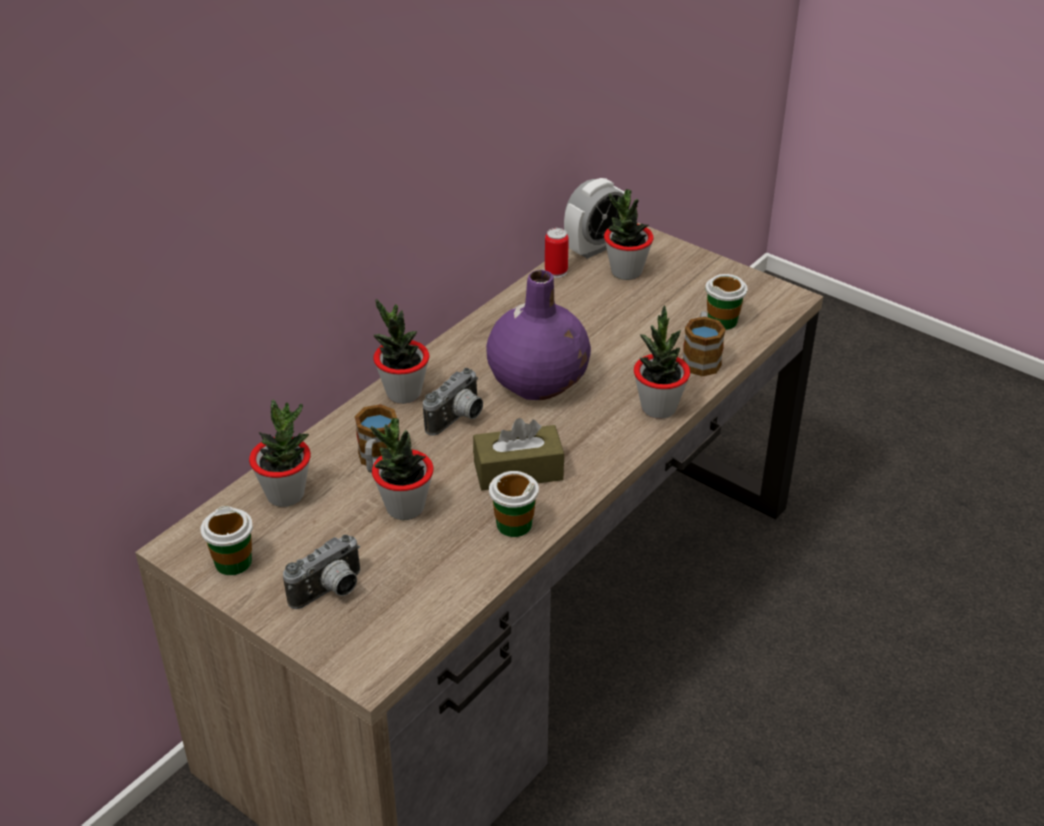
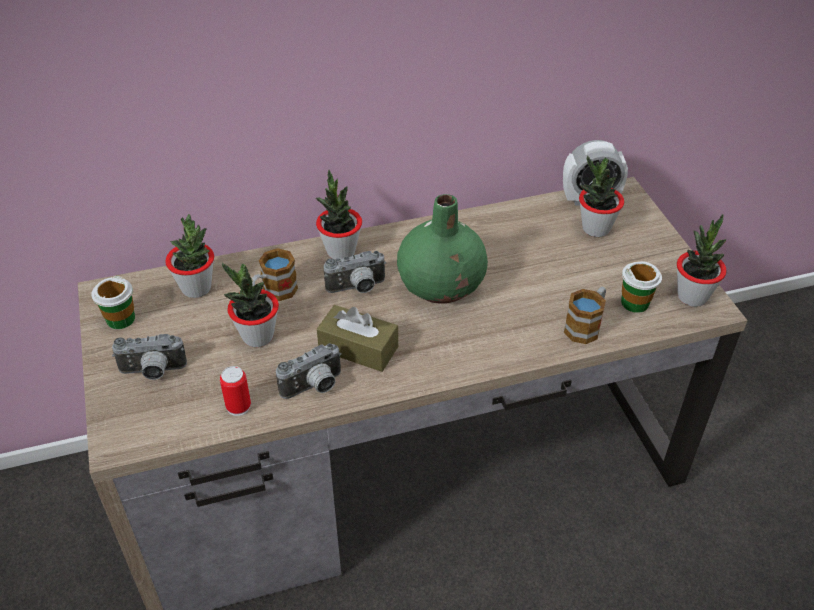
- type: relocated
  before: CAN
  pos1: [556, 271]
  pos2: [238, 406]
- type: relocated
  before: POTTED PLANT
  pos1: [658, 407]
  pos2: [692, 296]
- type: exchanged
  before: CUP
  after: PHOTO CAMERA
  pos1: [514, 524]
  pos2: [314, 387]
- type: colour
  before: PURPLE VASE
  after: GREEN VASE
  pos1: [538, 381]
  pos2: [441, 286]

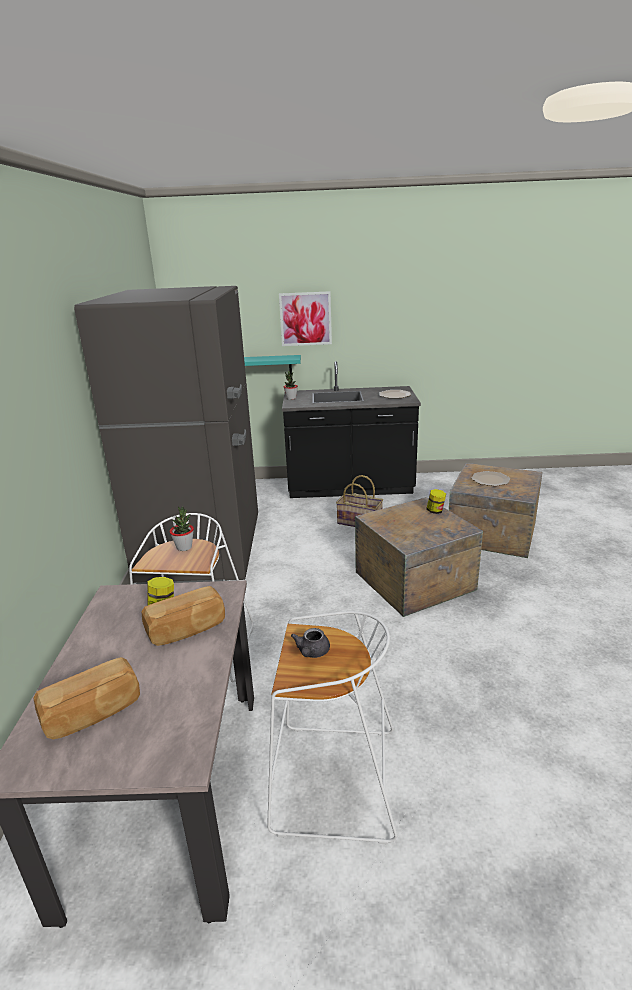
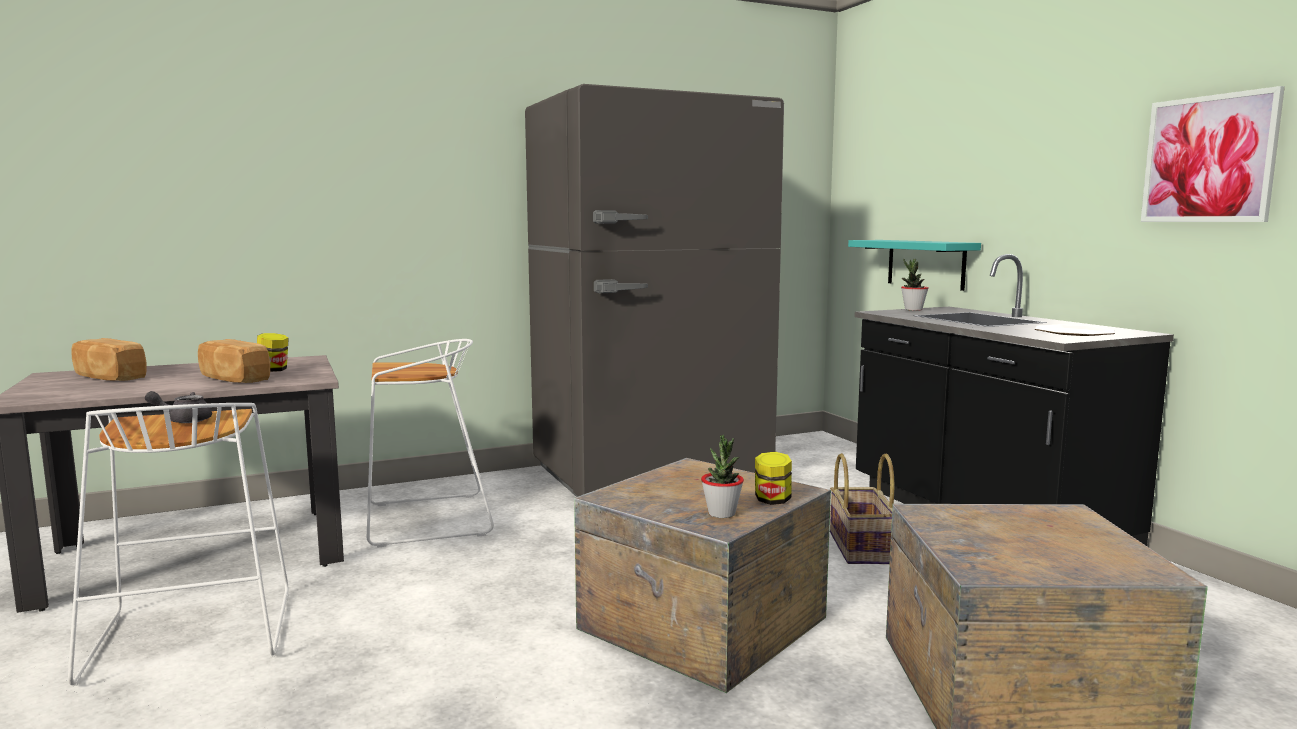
- type: missing
  before: PLATE
  pos1: [491, 479]
- type: relocated
  before: POTTED PLANT
  pos1: [184, 547]
  pos2: [721, 514]
- type: relocated
  before: PICTURE
  pos1: [305, 319]
  pos2: [1209, 159]

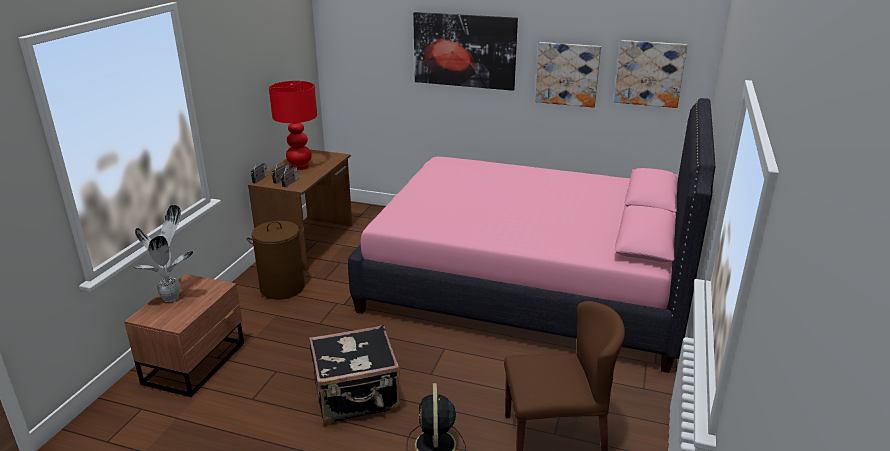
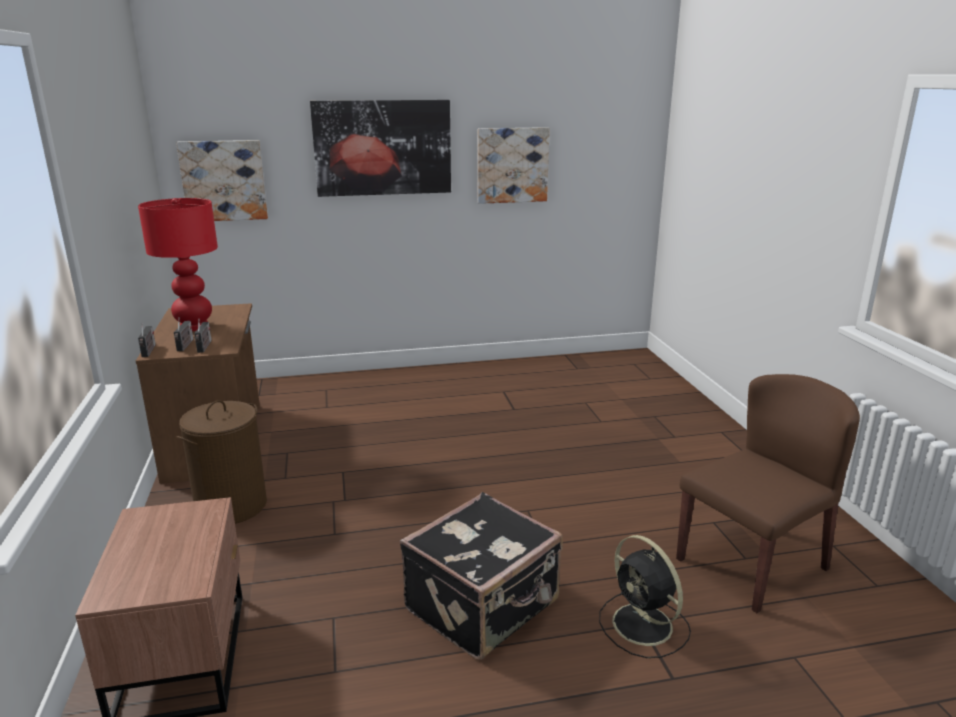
- type: missing
  before: POTTED PLANT
  pos1: [172, 297]
- type: missing
  before: PINK BED
  pos1: [528, 283]
- type: relocated
  before: PICTURE
  pos1: [649, 73]
  pos2: [224, 180]

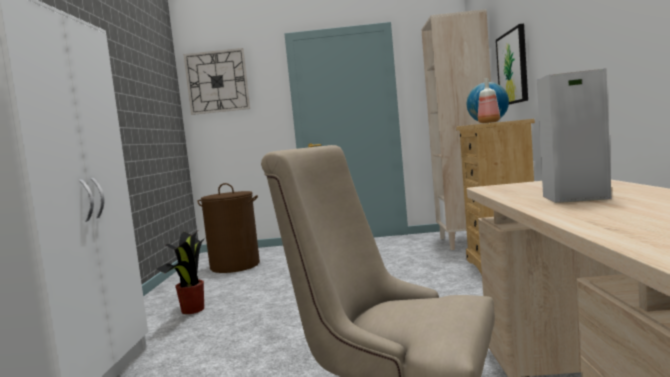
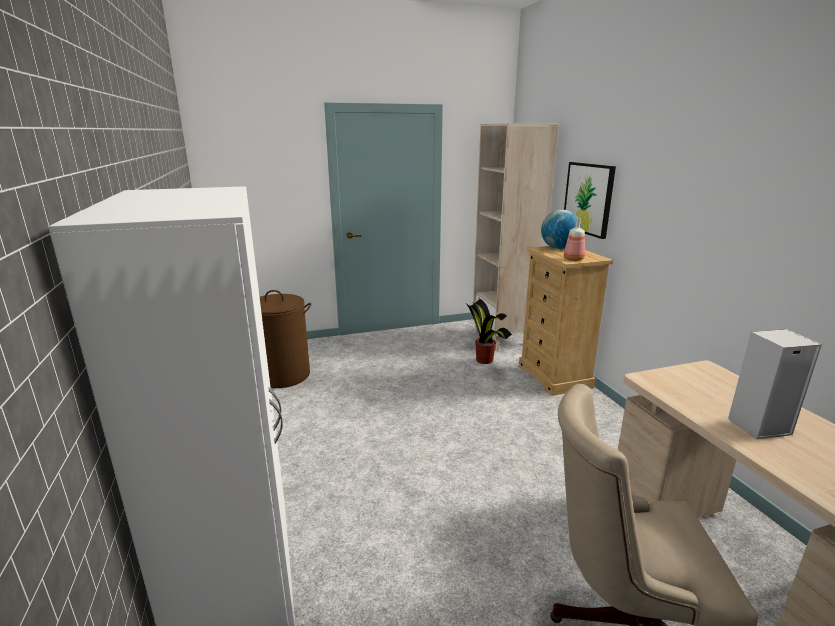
- type: missing
  before: WALL CLOCK
  pos1: [217, 81]
- type: relocated
  before: POTTED PLANT
  pos1: [192, 310]
  pos2: [485, 360]

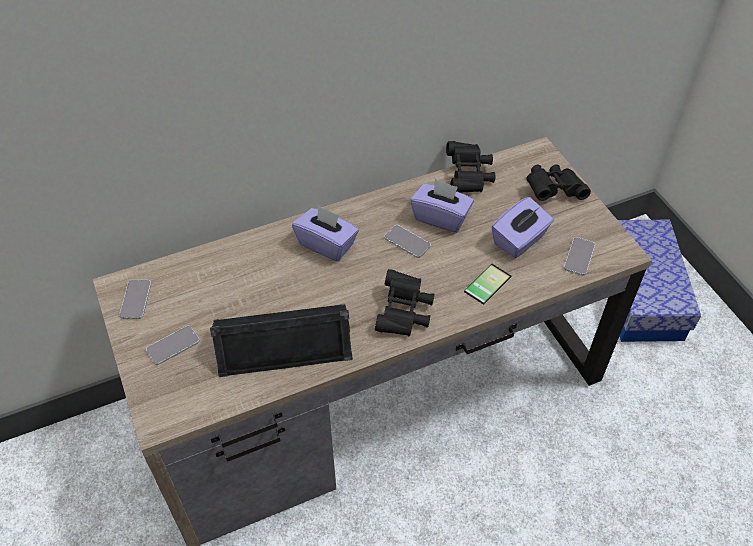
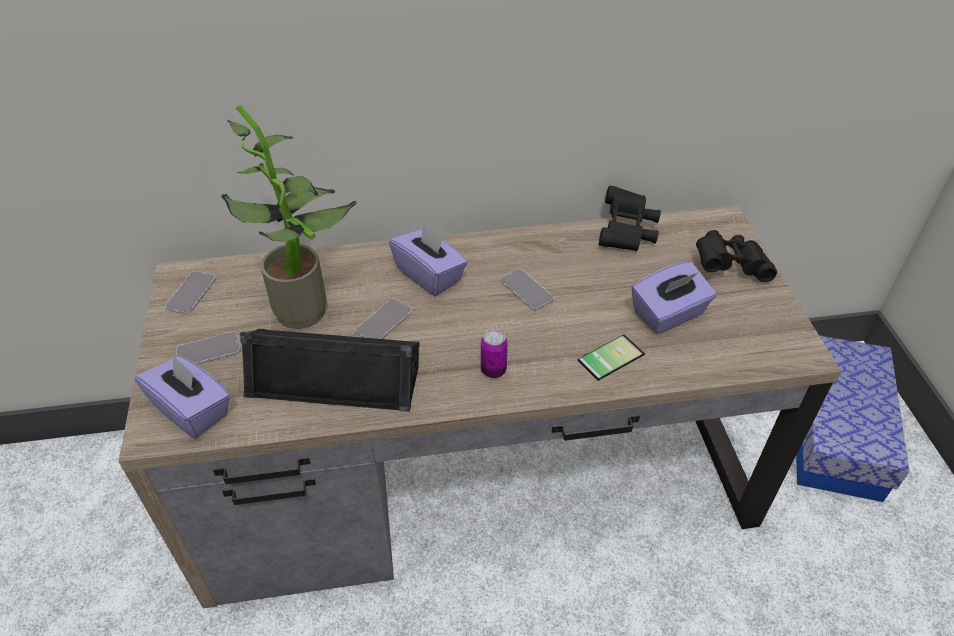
- type: appeared
  after: POTTED PLANT
  pos2: [308, 307]
- type: relocated
  before: PURPLE TISSUE BOX
  pos1: [441, 217]
  pos2: [192, 410]
- type: relocated
  before: PHONE
  pos1: [579, 257]
  pos2: [384, 322]
- type: exchanged
  before: BLACK BINOCULARS
  after: CAN
  pos1: [404, 313]
  pos2: [493, 370]

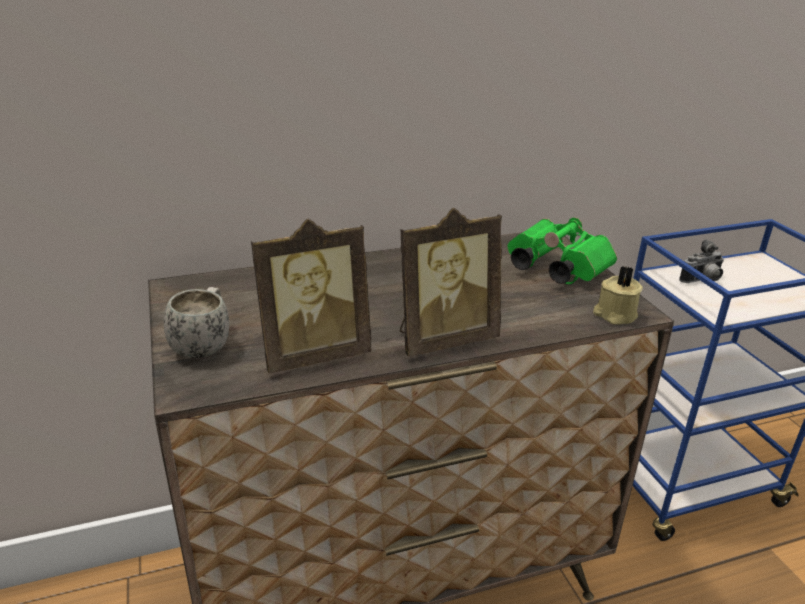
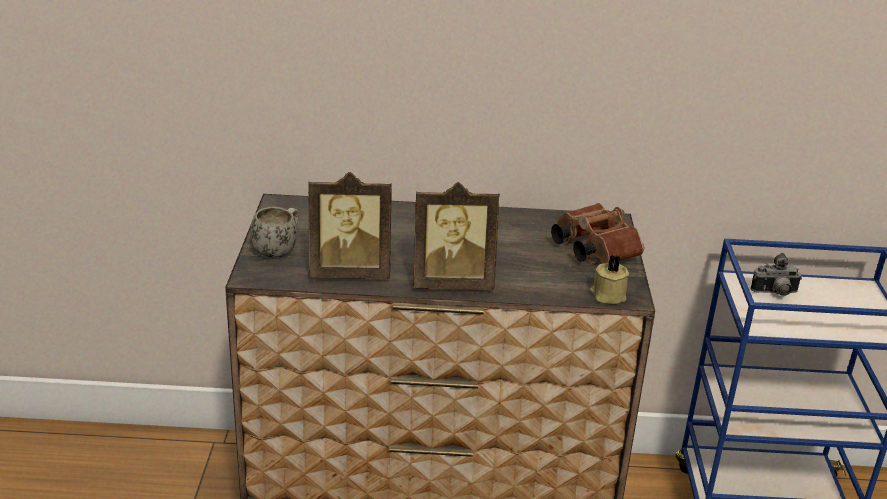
- type: colour
  before: GREEN BINOCULARS
  after: BROWN BINOCULARS
  pos1: [553, 269]
  pos2: [591, 249]

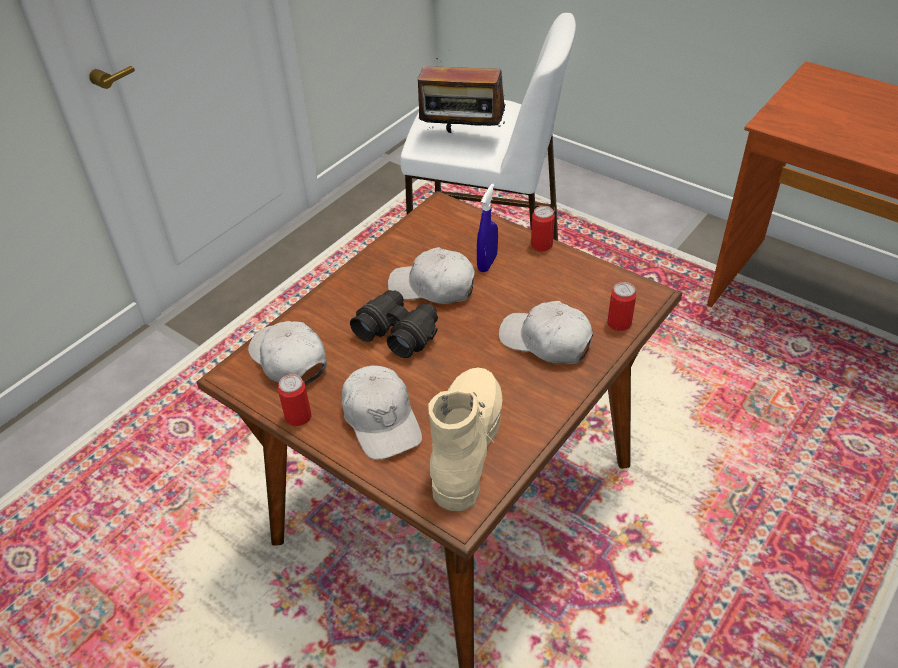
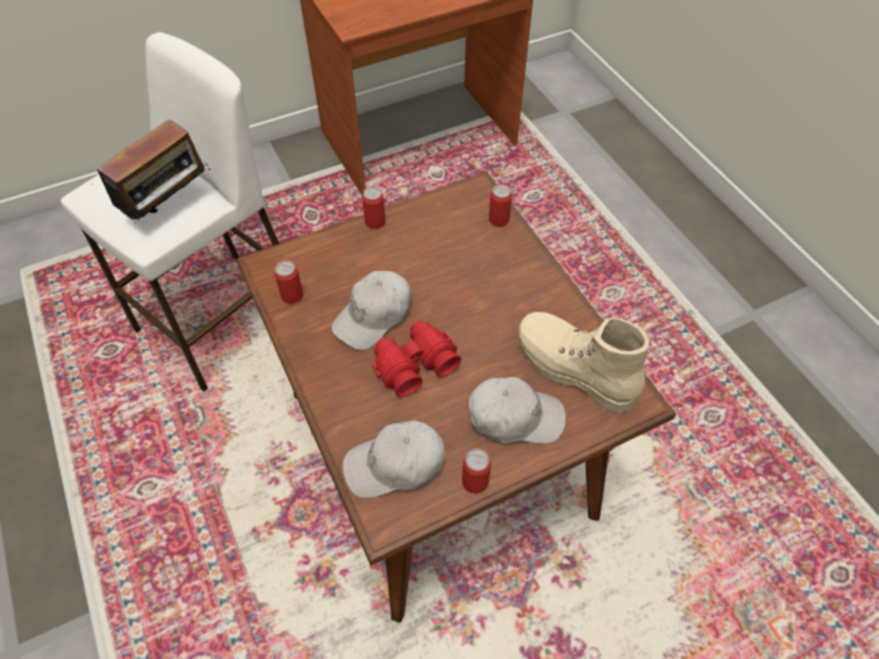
- type: missing
  before: BLUE SPRAY BOTTLE
  pos1: [487, 263]
- type: missing
  before: WHITE CAP
  pos1: [546, 341]
- type: appeared
  after: CAN
  pos2: [292, 295]
- type: colour
  before: BLACK BINOCULARS
  after: RED BINOCULARS
  pos1: [398, 332]
  pos2: [414, 364]

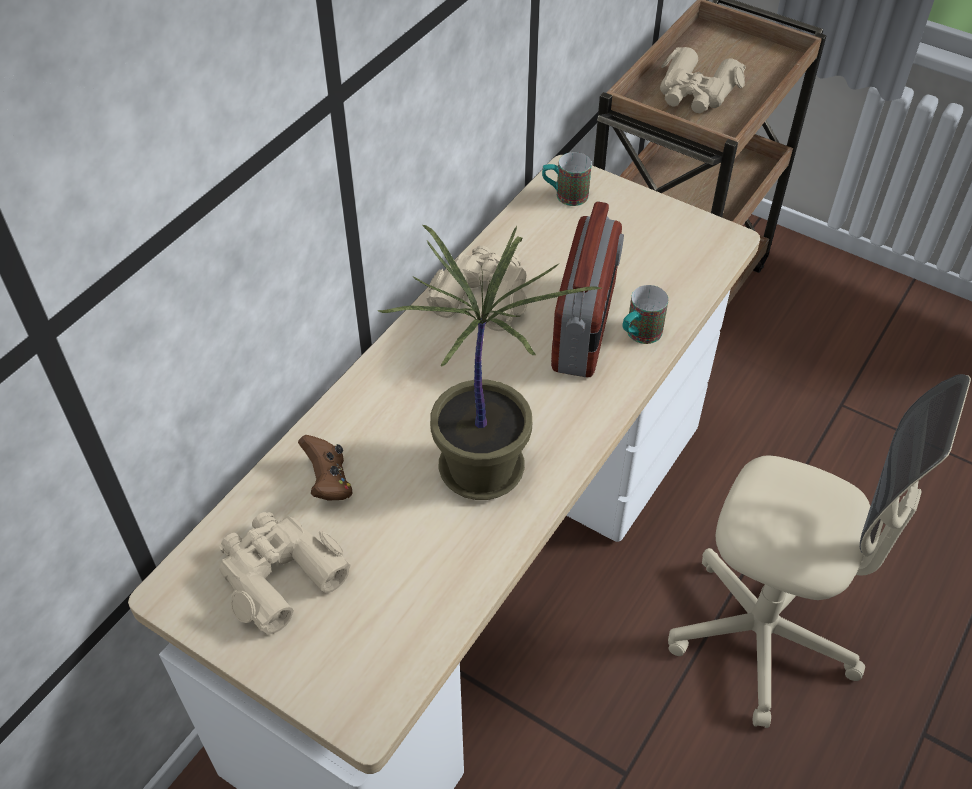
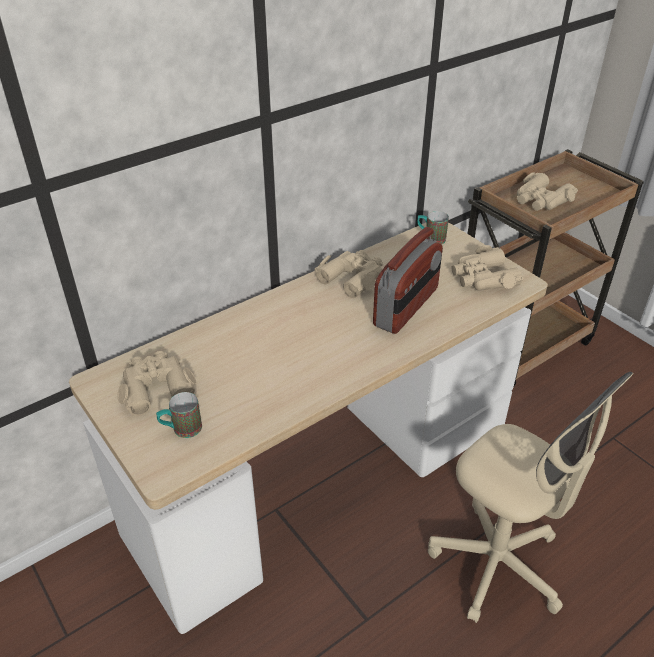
- type: missing
  before: BROWN GAME CONTROLLER
  pos1: [328, 482]
- type: missing
  before: POTTED PLANT
  pos1: [481, 466]
- type: appeared
  after: BEIGE BINOCULARS
  pos2: [483, 278]
- type: relocated
  before: MUG
  pos1: [639, 335]
  pos2: [181, 429]

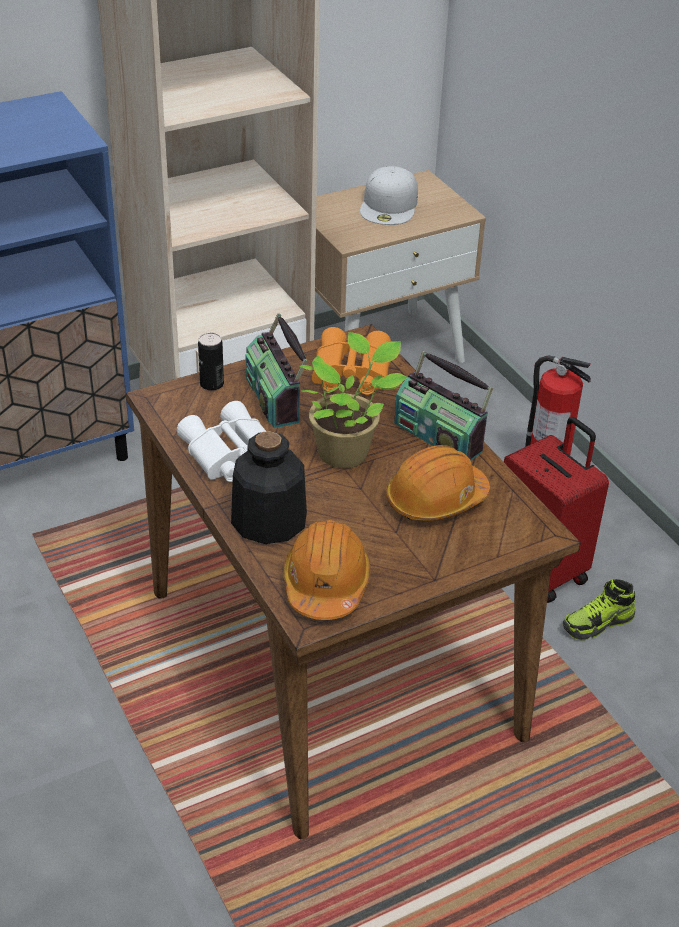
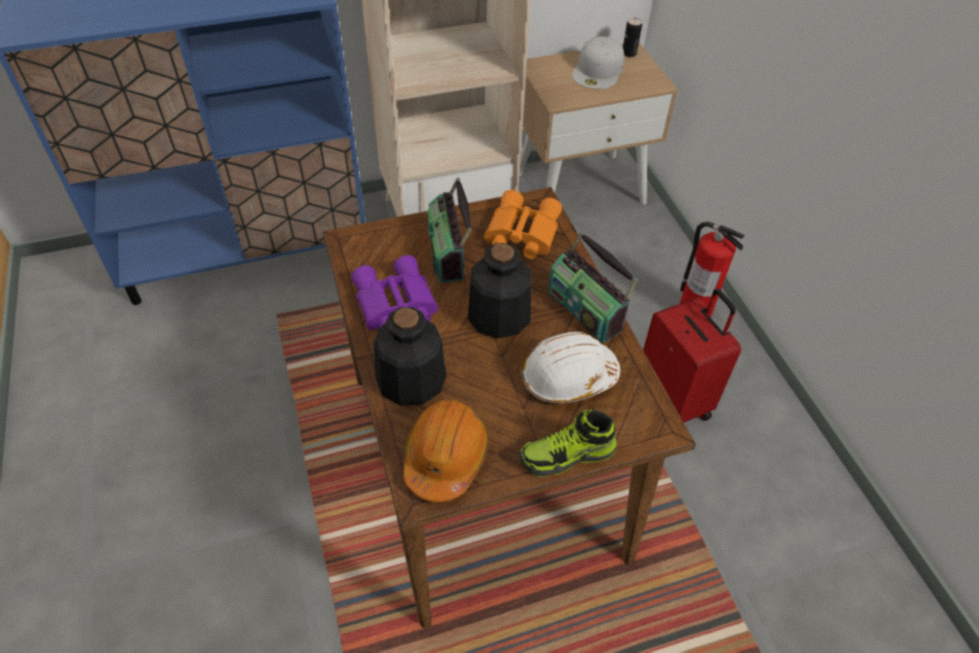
- type: relocated
  before: CAN
  pos1: [212, 384]
  pos2: [629, 53]
- type: relocated
  before: SHOE
  pos1: [597, 623]
  pos2: [567, 455]
- type: exchanged
  before: POTTED PLANT
  after: BOTTLE
  pos1: [346, 451]
  pos2: [498, 315]
- type: colour
  before: WHITE BINOCULARS
  after: PURPLE BINOCULARS
  pos1: [229, 454]
  pos2: [394, 305]
- type: colour
  before: ORANGE HARD HAT
  after: WHITE HARD HAT
  pos1: [435, 499]
  pos2: [568, 377]

